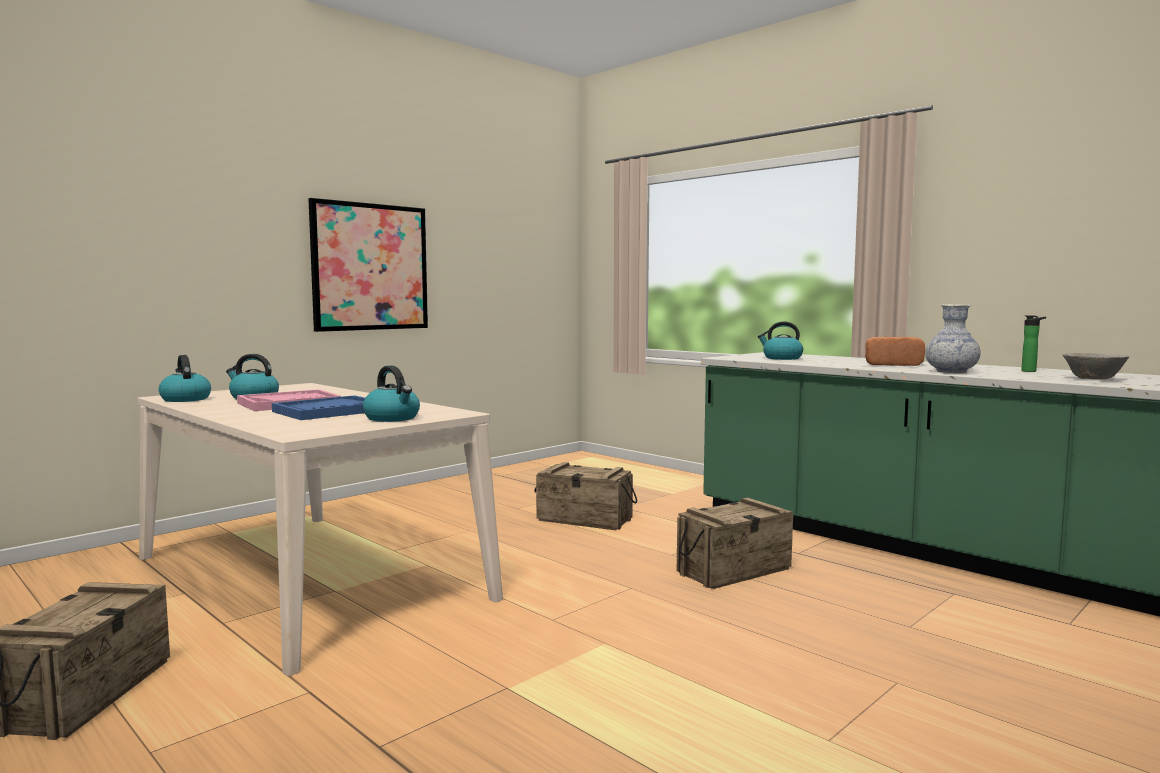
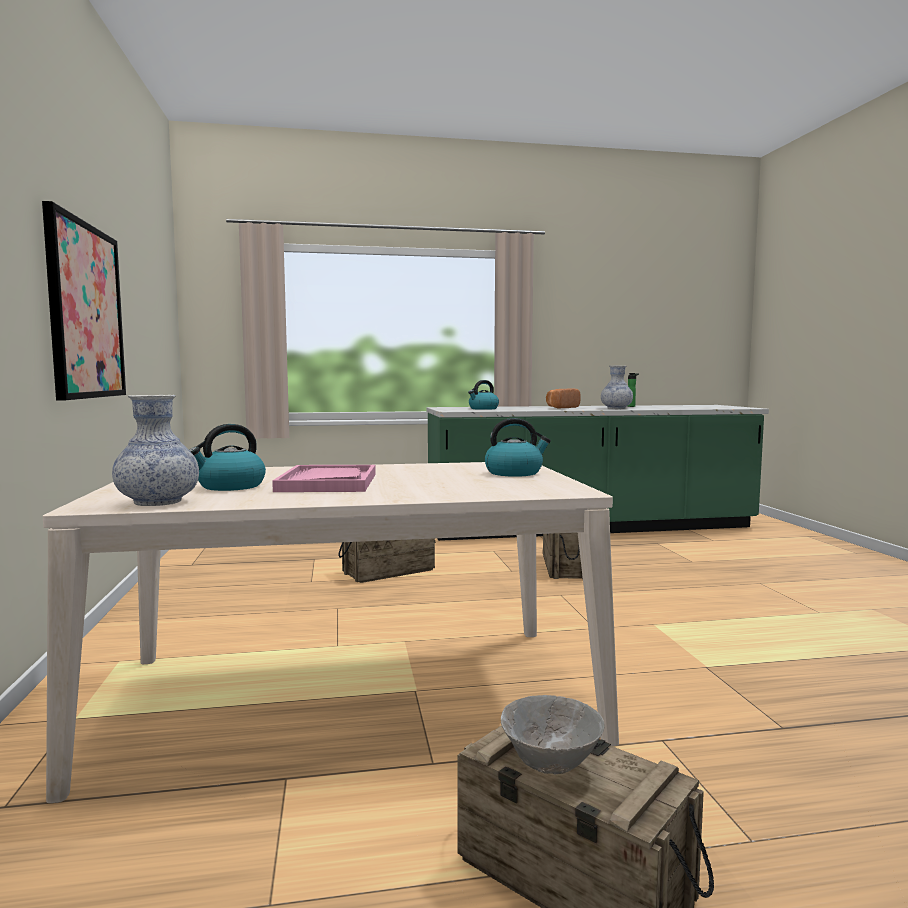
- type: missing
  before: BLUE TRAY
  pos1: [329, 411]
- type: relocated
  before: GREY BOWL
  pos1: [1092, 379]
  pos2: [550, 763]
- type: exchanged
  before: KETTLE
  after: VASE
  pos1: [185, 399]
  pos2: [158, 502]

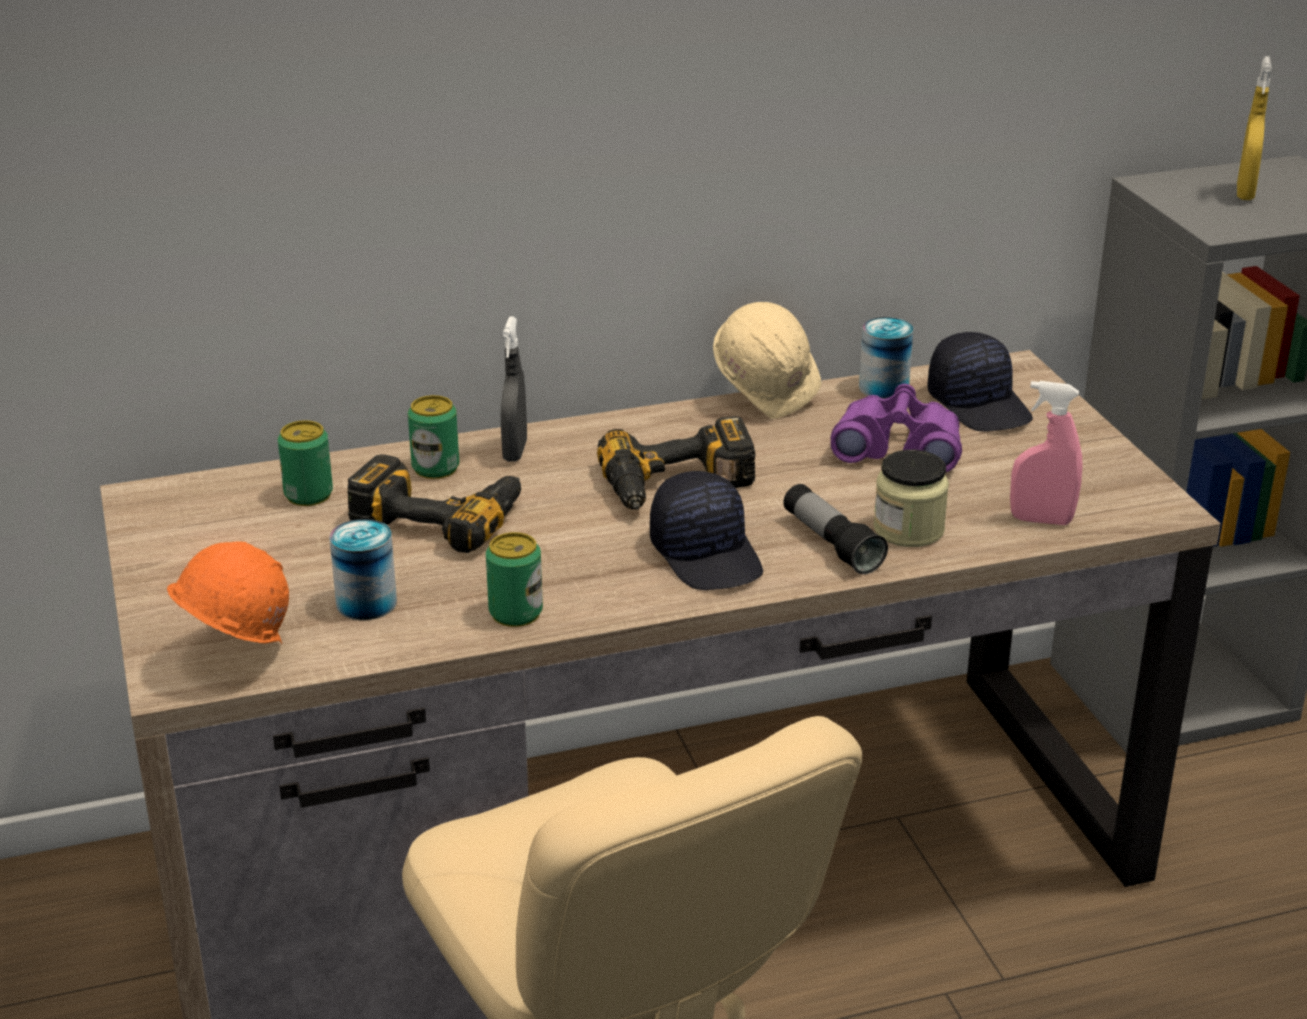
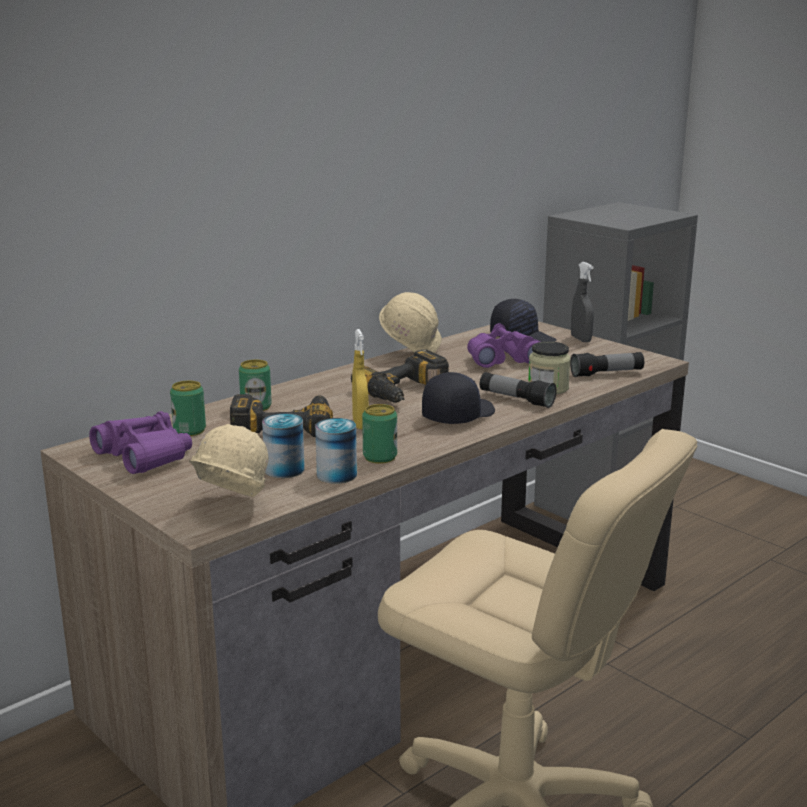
- type: appeared
  after: PURPLE BINOCULARS
  pos2: [145, 456]
- type: relocated
  before: GREY SPRAY BOTTLE
  pos1: [515, 451]
  pos2: [581, 339]
- type: relocated
  before: CAN
  pos1: [883, 388]
  pos2: [336, 475]
- type: relocated
  before: YELLOW SPRAY BOTTLE
  pos1: [1245, 193]
  pos2: [360, 424]
- type: exchanged
  before: PINK SPRAY BOTTLE
  after: FLASHLIGHT
  pos1: [1041, 520]
  pos2: [607, 374]
- type: colour
  before: ORANGE HARD HAT
  after: BEIGE HARD HAT
  pos1: [235, 657]
  pos2: [229, 509]
- type: spun
  before: BLACK CAP
  pos1: [708, 555]
  pos2: [457, 415]
  turn: -90

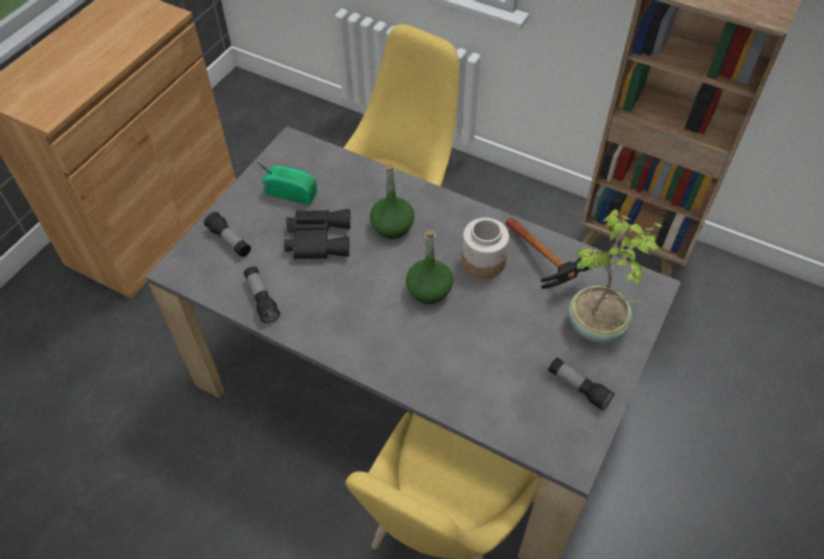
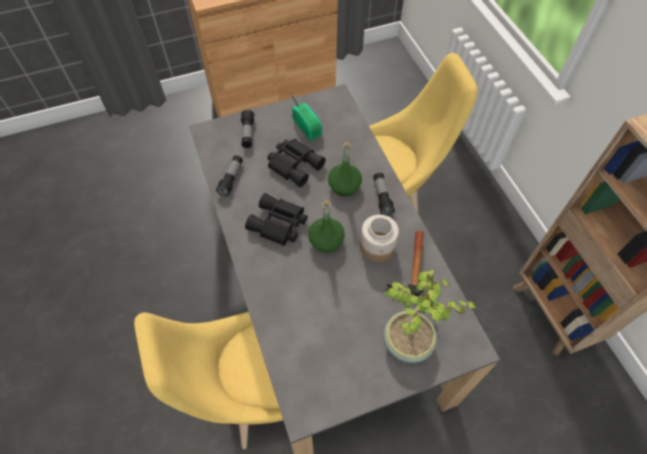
- type: appeared
  after: BLACK BINOCULARS
  pos2: [278, 225]
- type: relocated
  before: FLASHLIGHT
  pos1: [578, 387]
  pos2: [382, 197]

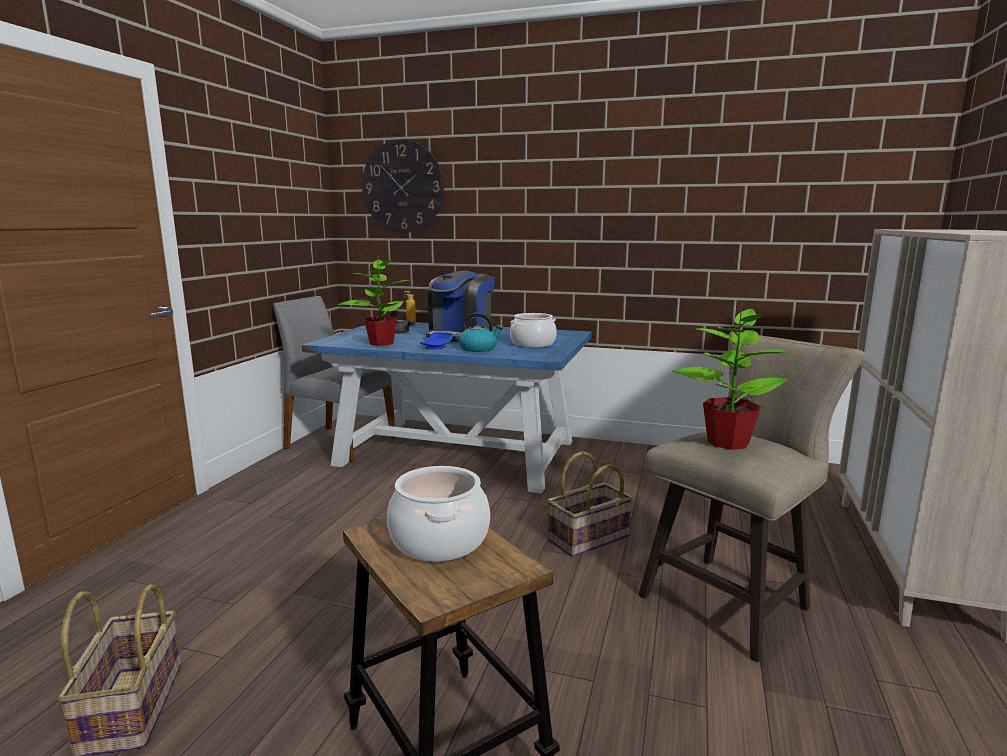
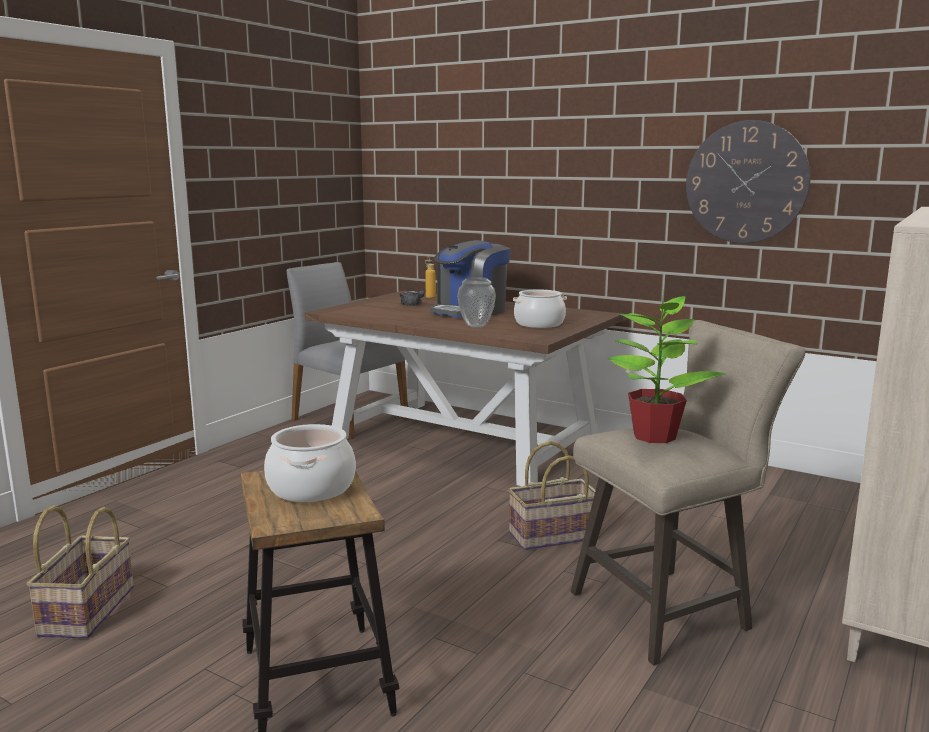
- type: missing
  before: POTTED PLANT
  pos1: [381, 343]
- type: missing
  before: BLUE PLATE
  pos1: [437, 347]
- type: relocated
  before: WALL CLOCK
  pos1: [403, 187]
  pos2: [746, 182]
- type: exchanged
  before: KETTLE
  after: VASE
  pos1: [479, 348]
  pos2: [476, 326]
- type: colour
  before: BLUE DINING TABLE
  after: BROWN DINING TABLE
  pos1: [458, 453]
  pos2: [465, 440]

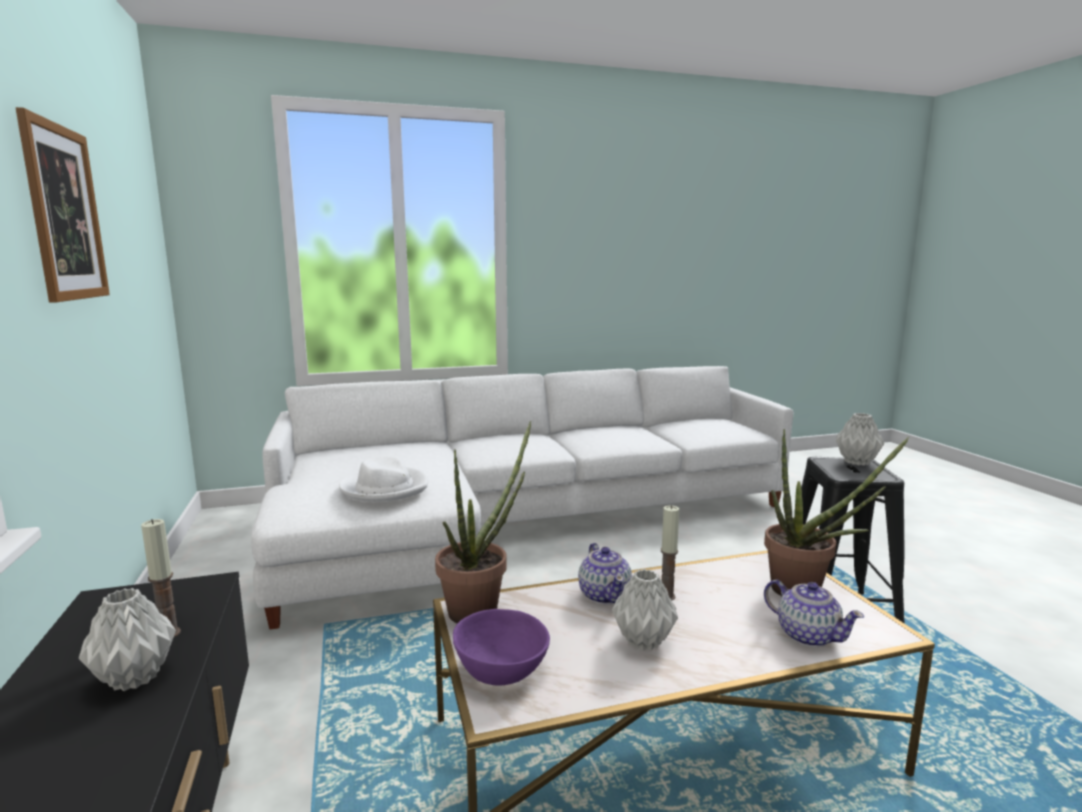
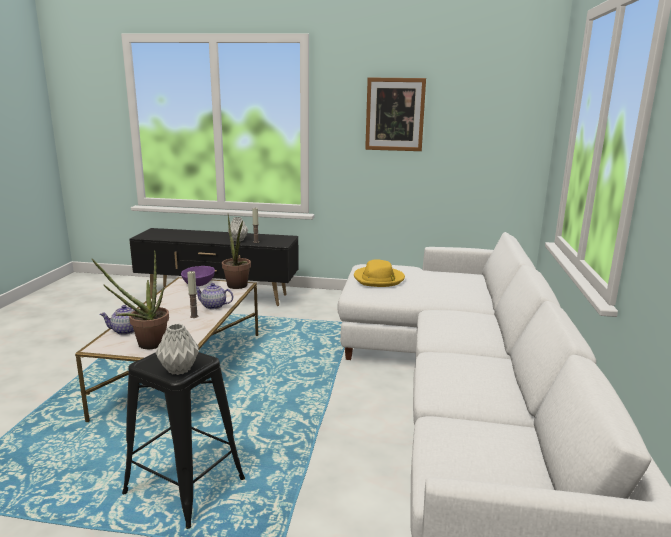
- type: missing
  before: GREY VASE
  pos1: [644, 642]
- type: colour
  before: WHITE HAT
  after: YELLOW HAT
  pos1: [385, 488]
  pos2: [379, 279]

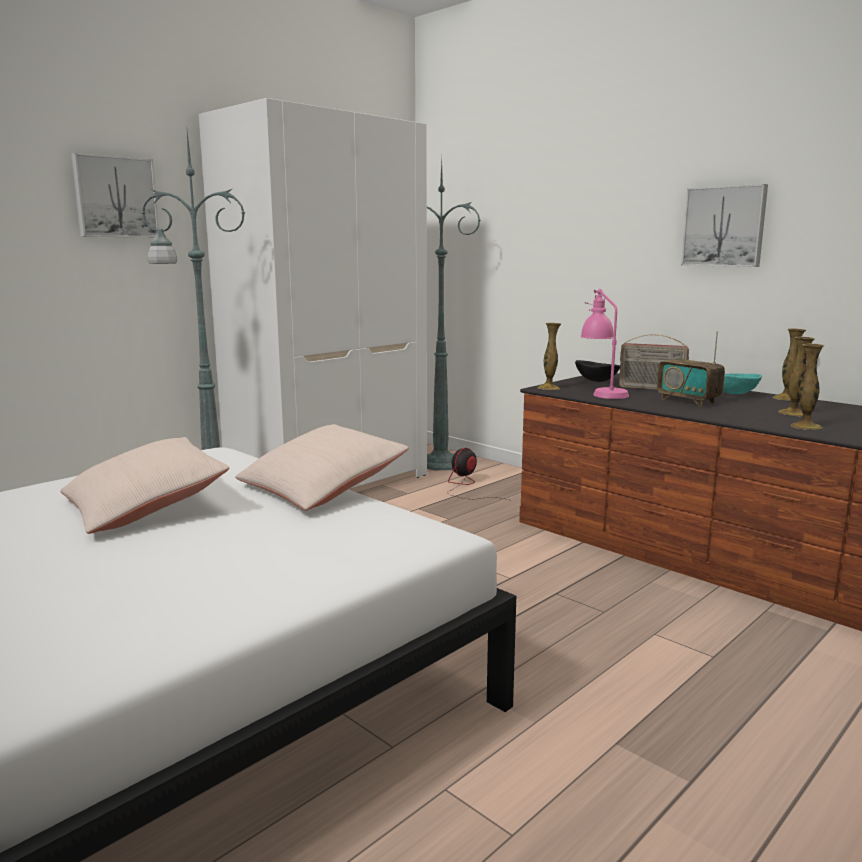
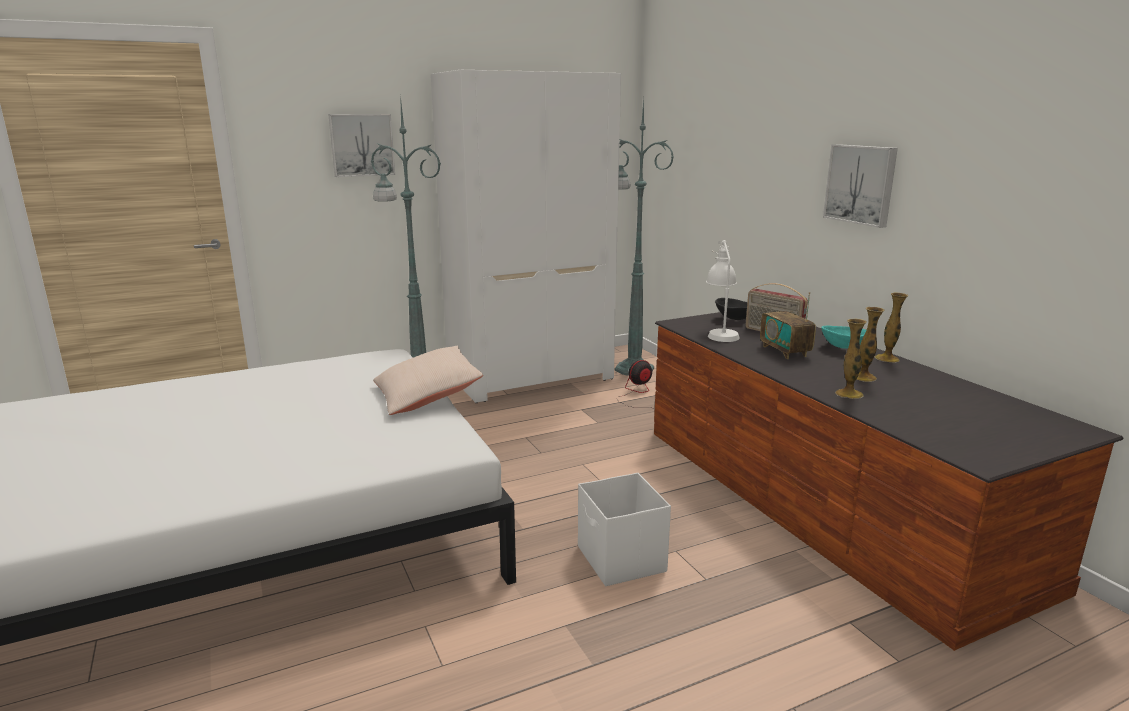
- type: missing
  before: BEIGE PILLOW
  pos1: [145, 507]
- type: missing
  before: VASE
  pos1: [548, 388]
- type: appeared
  after: WHITE STORAGE BOX
  pos2: [621, 560]
- type: colour
  before: PINK TABLE LAMP
  after: WHITE TABLE LAMP
  pos1: [601, 392]
  pos2: [720, 333]

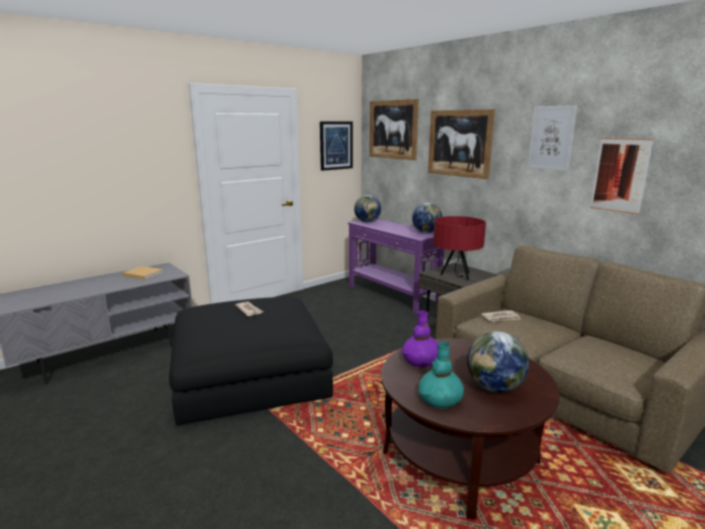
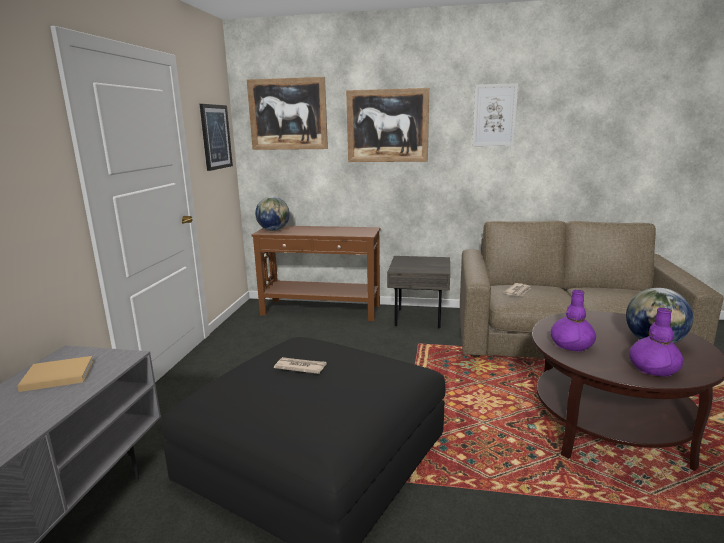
- type: missing
  before: GLOBE
  pos1: [426, 232]
- type: missing
  before: RED TABLE LAMP
  pos1: [455, 276]
- type: missing
  before: PICTURE
  pos1: [620, 175]
- type: colour
  before: PURPLE CONSOLE TABLE
  after: BROWN CONSOLE TABLE
  pos1: [392, 295]
  pos2: [321, 310]
- type: colour
  before: TURQUOISE VASE
  after: PURPLE VASE
  pos1: [440, 399]
  pos2: [653, 368]

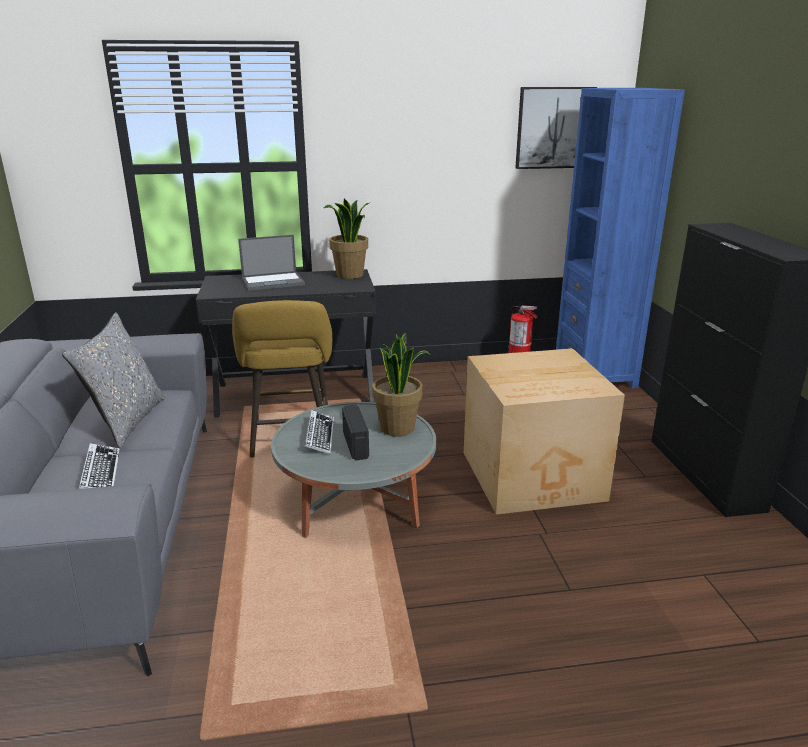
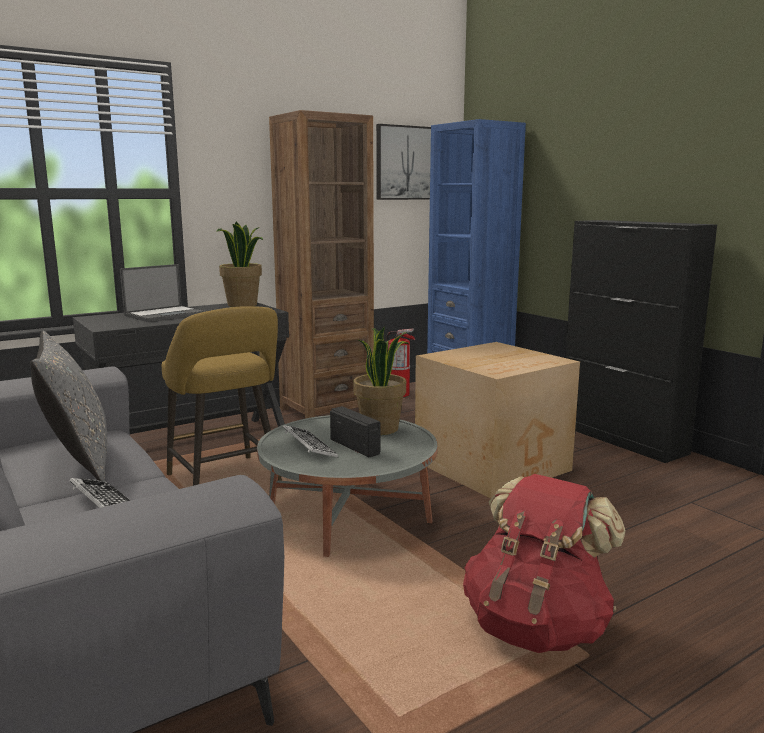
- type: appeared
  after: BROWN BOOKCASE
  pos2: [326, 410]
- type: appeared
  after: RED BACKPACK
  pos2: [536, 627]

